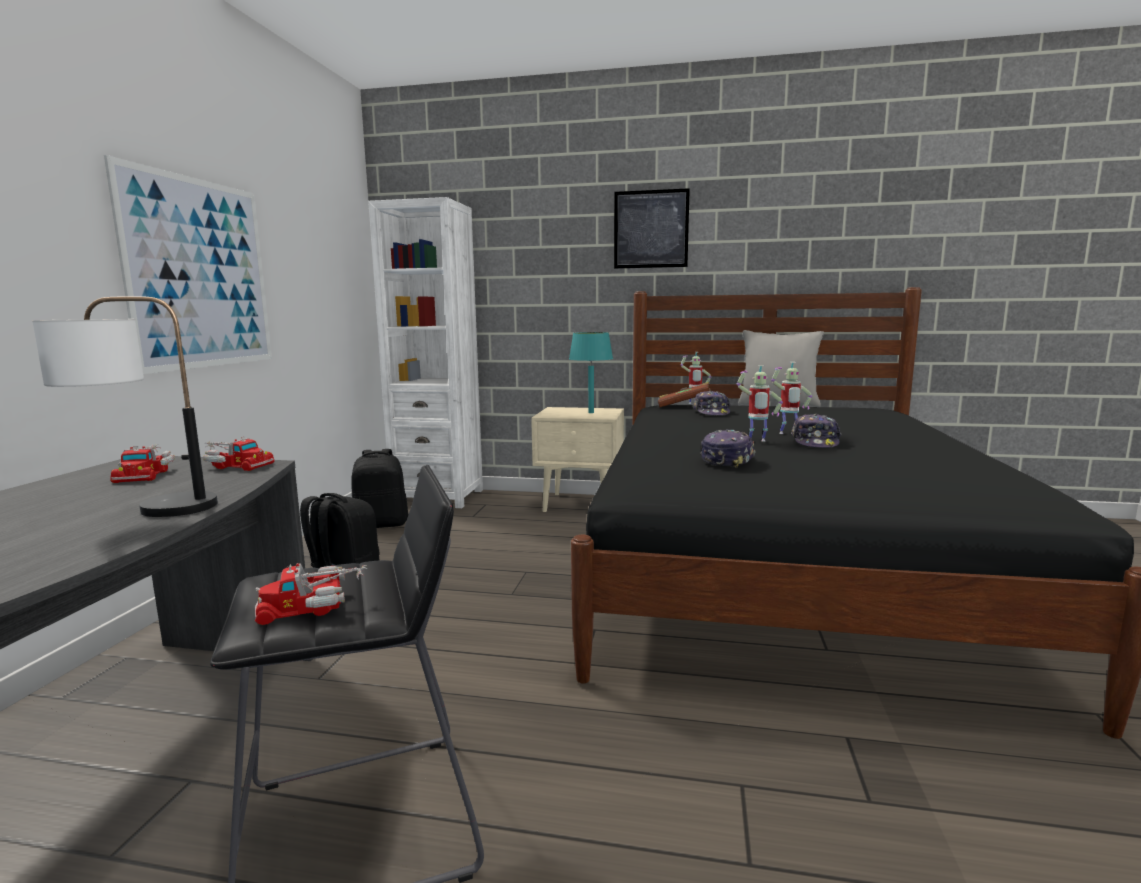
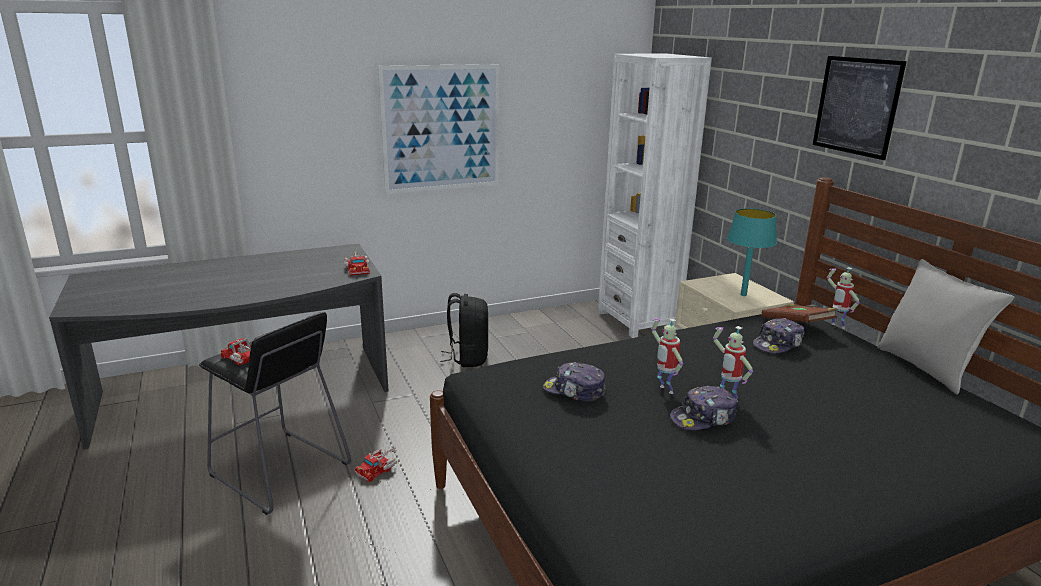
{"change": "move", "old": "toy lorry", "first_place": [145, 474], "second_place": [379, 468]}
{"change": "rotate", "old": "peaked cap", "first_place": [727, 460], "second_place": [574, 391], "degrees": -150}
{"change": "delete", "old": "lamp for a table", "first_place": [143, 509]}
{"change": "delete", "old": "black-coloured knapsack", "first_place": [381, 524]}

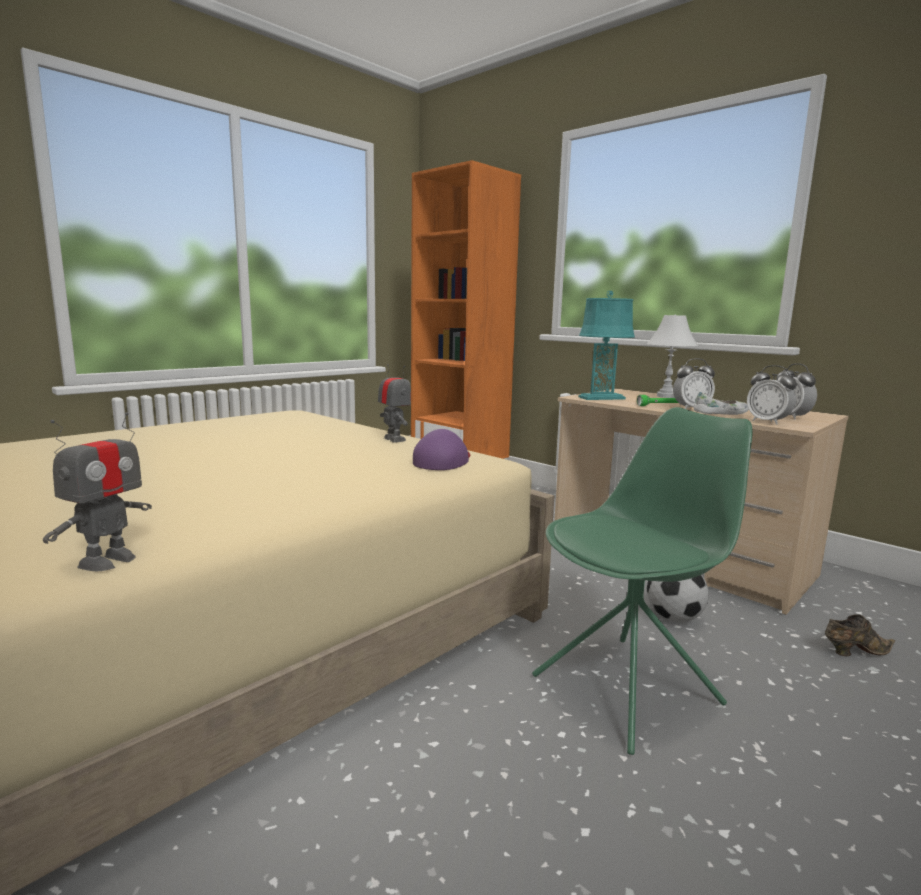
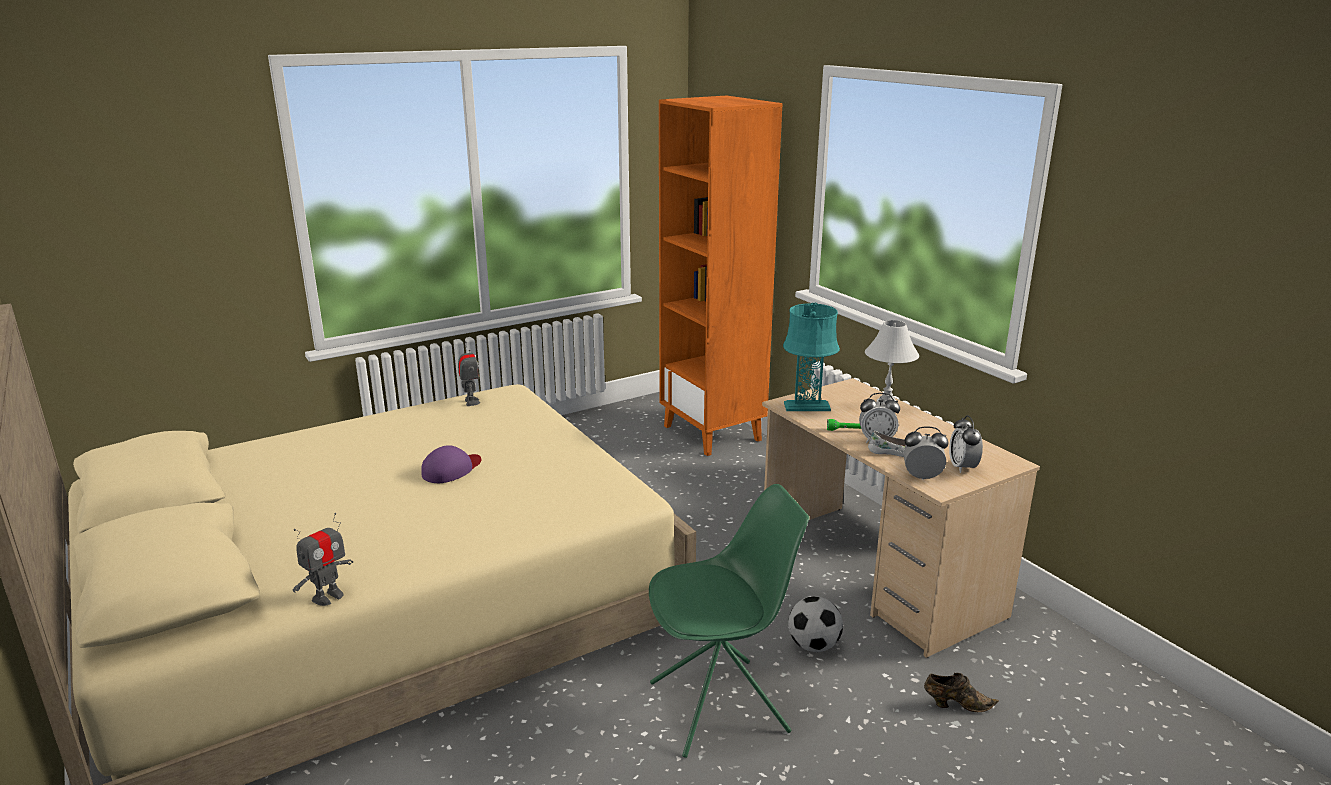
{"change": "move", "old": "purple peaked cap", "first_place": [443, 460], "second_place": [451, 469]}
{"change": "move", "old": "model robot", "first_place": [394, 439], "second_place": [471, 402]}
{"change": "rotate", "old": "bedside clock", "first_place": [767, 422], "second_place": [922, 477], "degrees": 120}

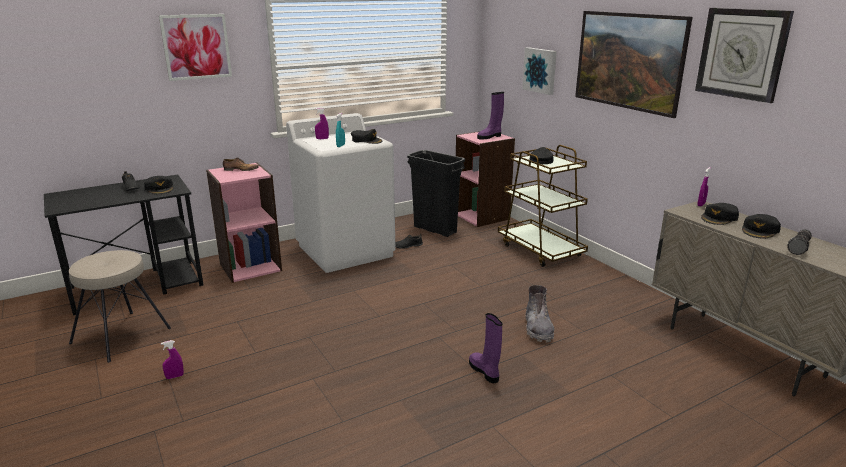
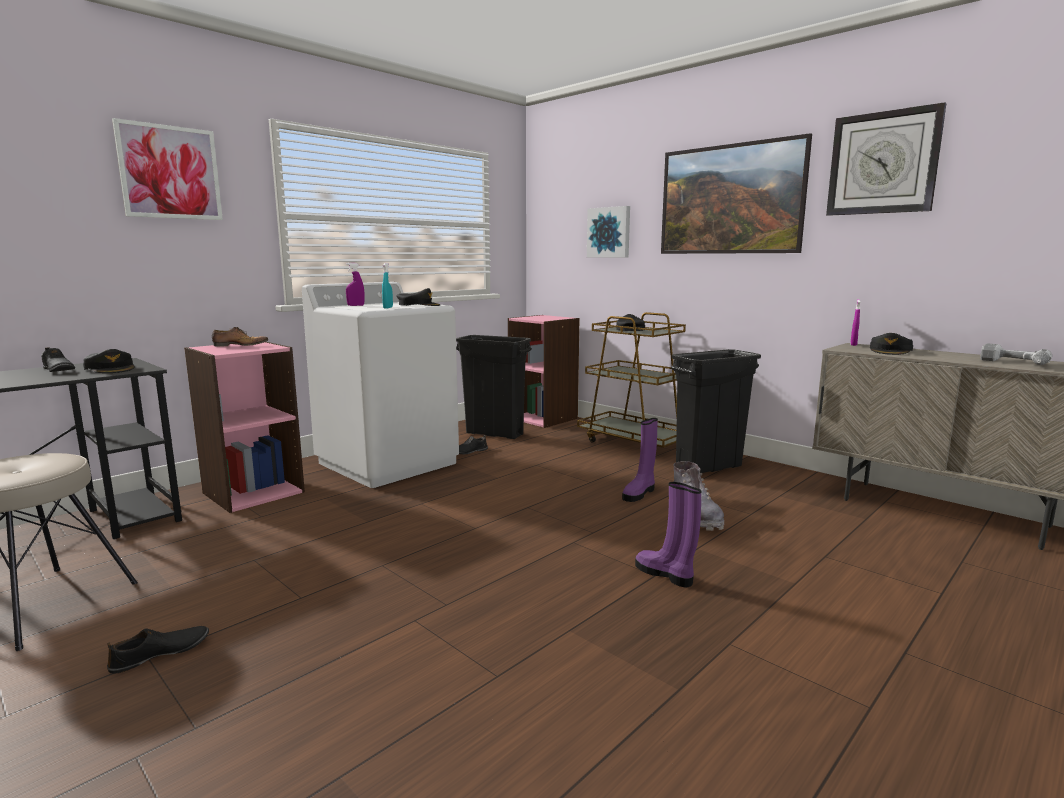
{"change": "replace", "old": "purple spray bottle", "new": "black-coloured item of footwear", "first_place": [175, 376], "second_place": [161, 654]}
{"change": "move", "old": "purple boot", "first_place": [490, 137], "second_place": [639, 493]}
{"change": "insert", "new": "black-coloured waste bin", "second_place": [708, 468]}
{"change": "replace", "old": "torch", "new": "power drill", "first_place": [800, 248], "second_place": [1013, 363]}
{"change": "delete", "old": "black-coloured peaked cap", "first_place": [760, 230]}

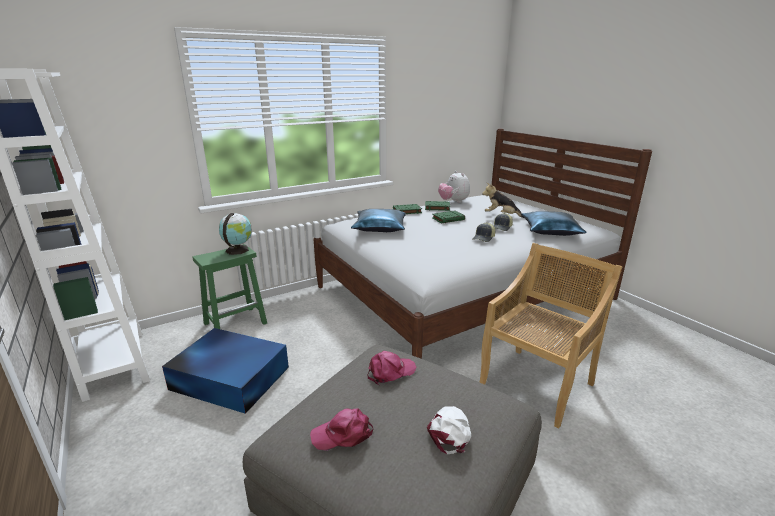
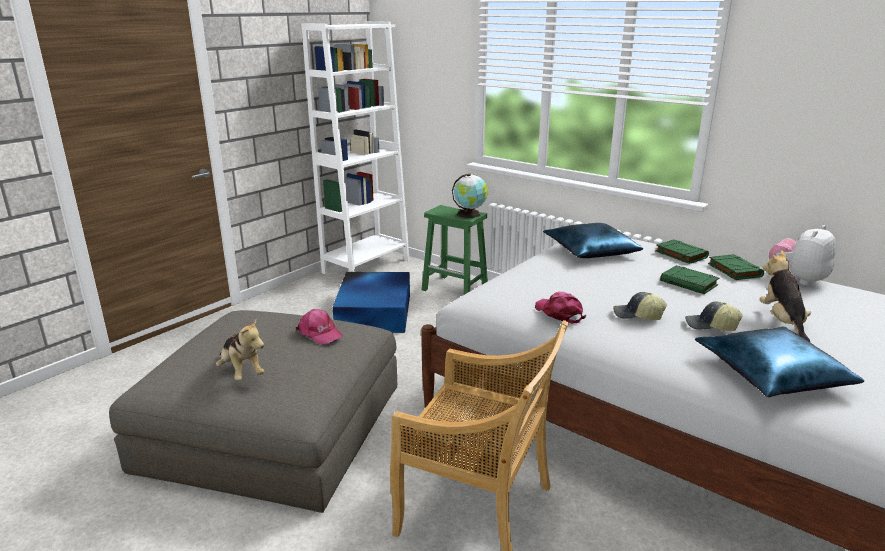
{"change": "replace", "old": "whitish peaked cap", "new": "cuddly toy", "first_place": [449, 431], "second_place": [241, 372]}
{"change": "move", "old": "pinkish peaked cap", "first_place": [343, 434], "second_place": [559, 313]}

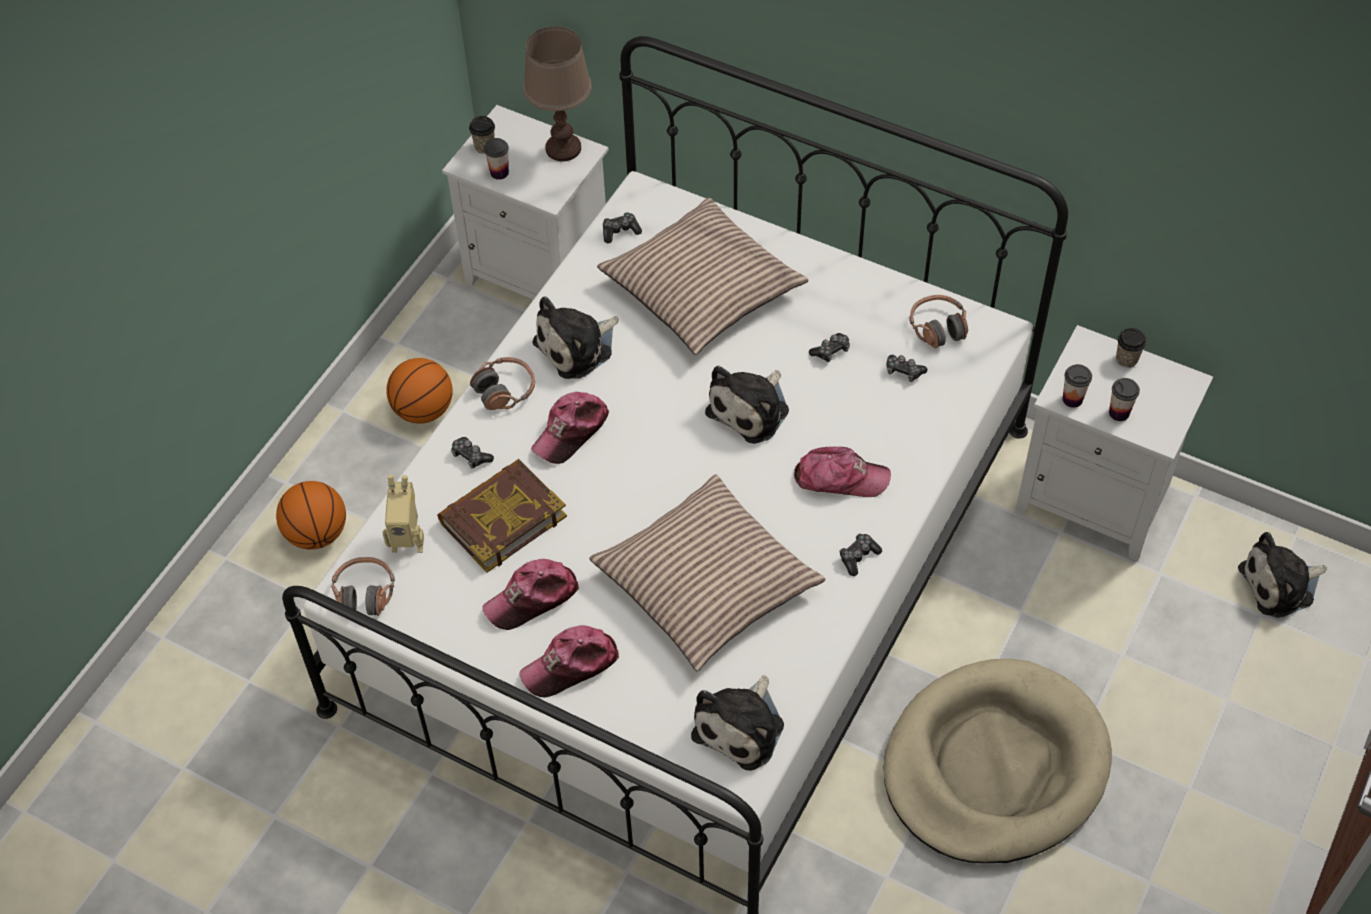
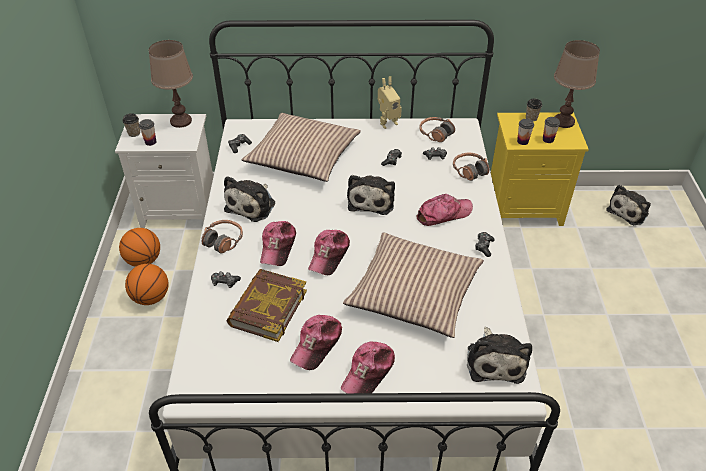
{"change": "move", "old": "basketball", "first_place": [317, 534], "second_place": [144, 260]}
{"change": "insert", "new": "peaked cap", "second_place": [329, 255]}
{"change": "move", "old": "model robot", "first_place": [408, 539], "second_place": [387, 122]}
{"change": "move", "old": "pair of headphones", "first_place": [364, 593], "second_place": [469, 171]}
{"change": "recolor", "old": "whitish nightstand", "new": "yellow-coloured nightstand", "first_place": [1097, 498], "second_place": [524, 207]}
{"change": "insert", "new": "brown-coloured lamp for a table", "second_place": [564, 121]}
{"change": "delete", "old": "beige-coloured dog cushion", "first_place": [994, 766]}

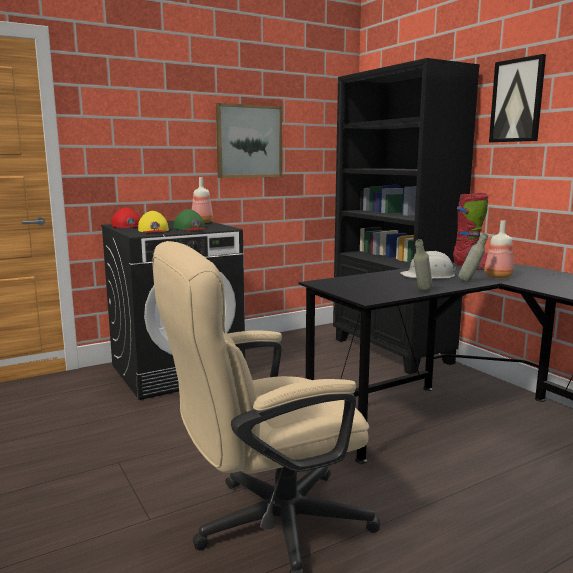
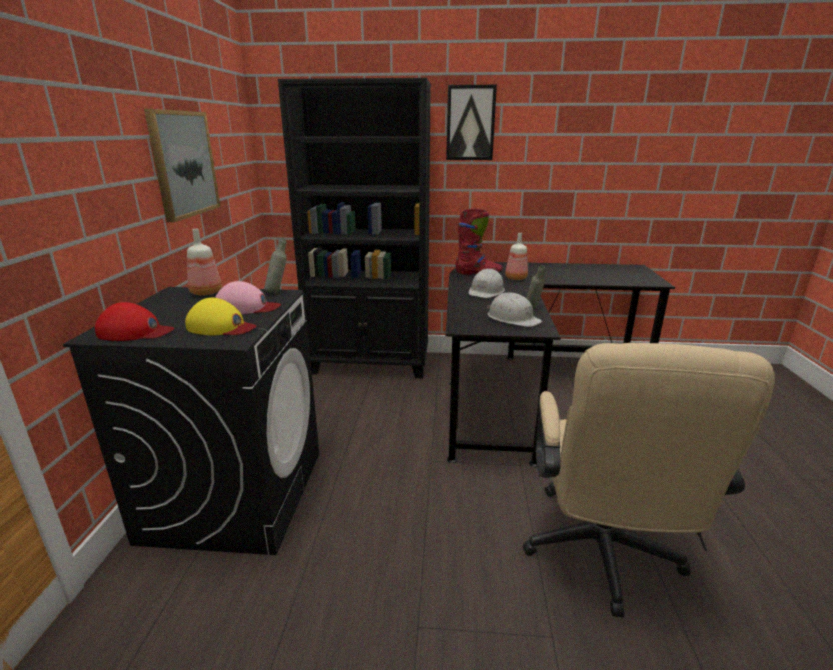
{"change": "recolor", "old": "greenish peaked cap", "new": "pinkish peaked cap", "first_place": [190, 228], "second_place": [247, 307]}
{"change": "move", "old": "grey drink bottle", "first_place": [471, 281], "second_place": [278, 291]}
{"change": "insert", "new": "whitish safety helmet", "second_place": [512, 318]}

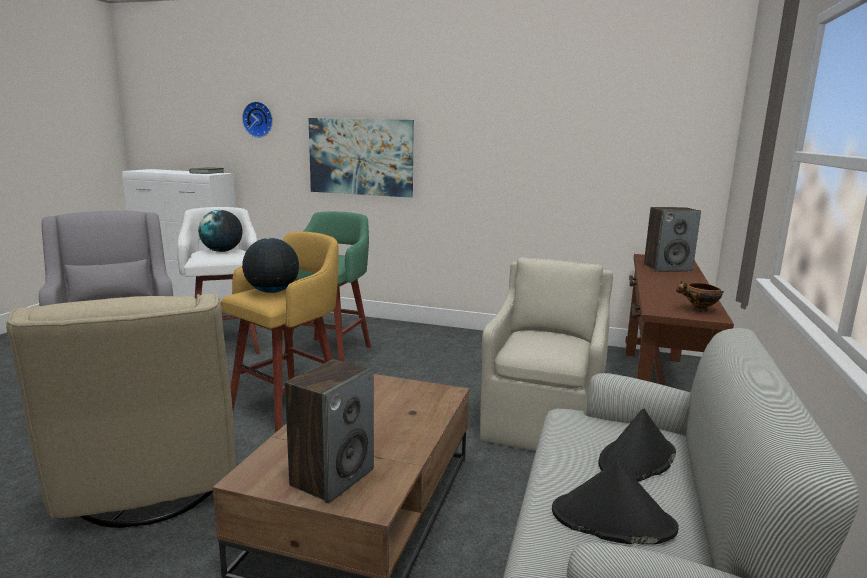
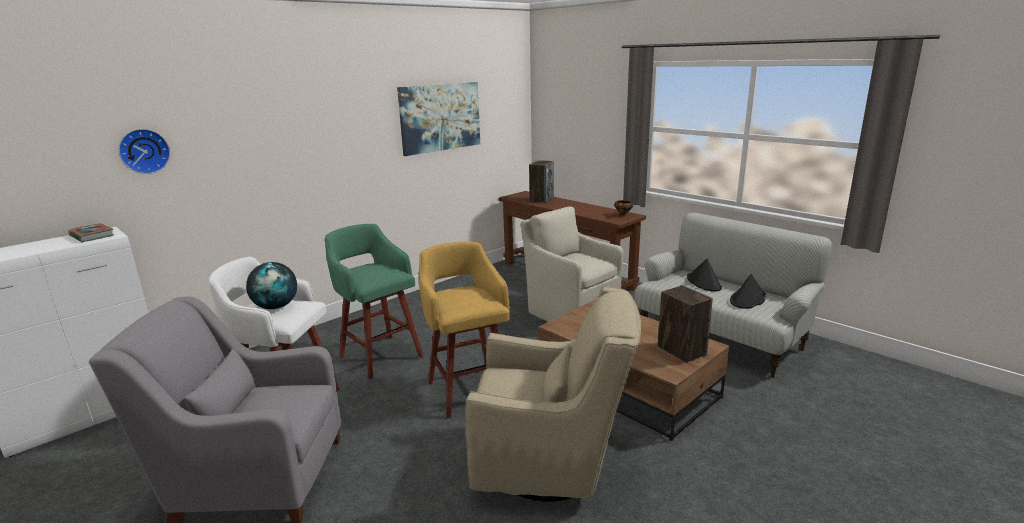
{"change": "move", "old": "picture", "first_place": [361, 157], "second_place": [440, 117]}
{"change": "delete", "old": "desk globe", "first_place": [272, 291]}

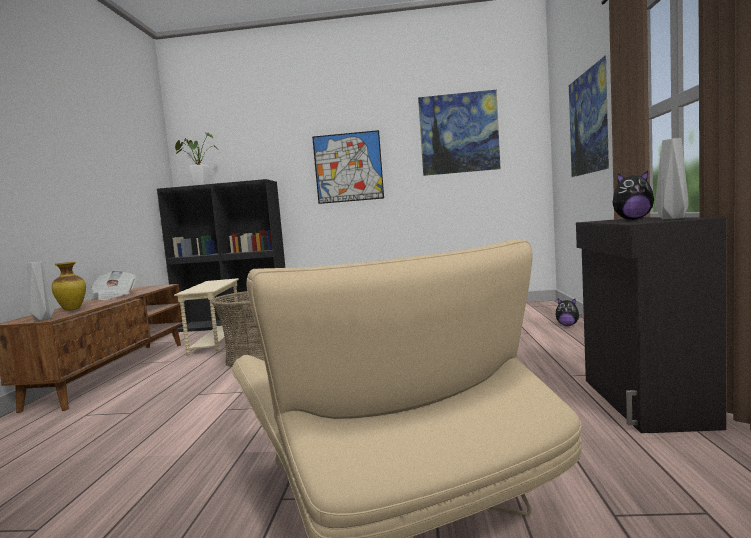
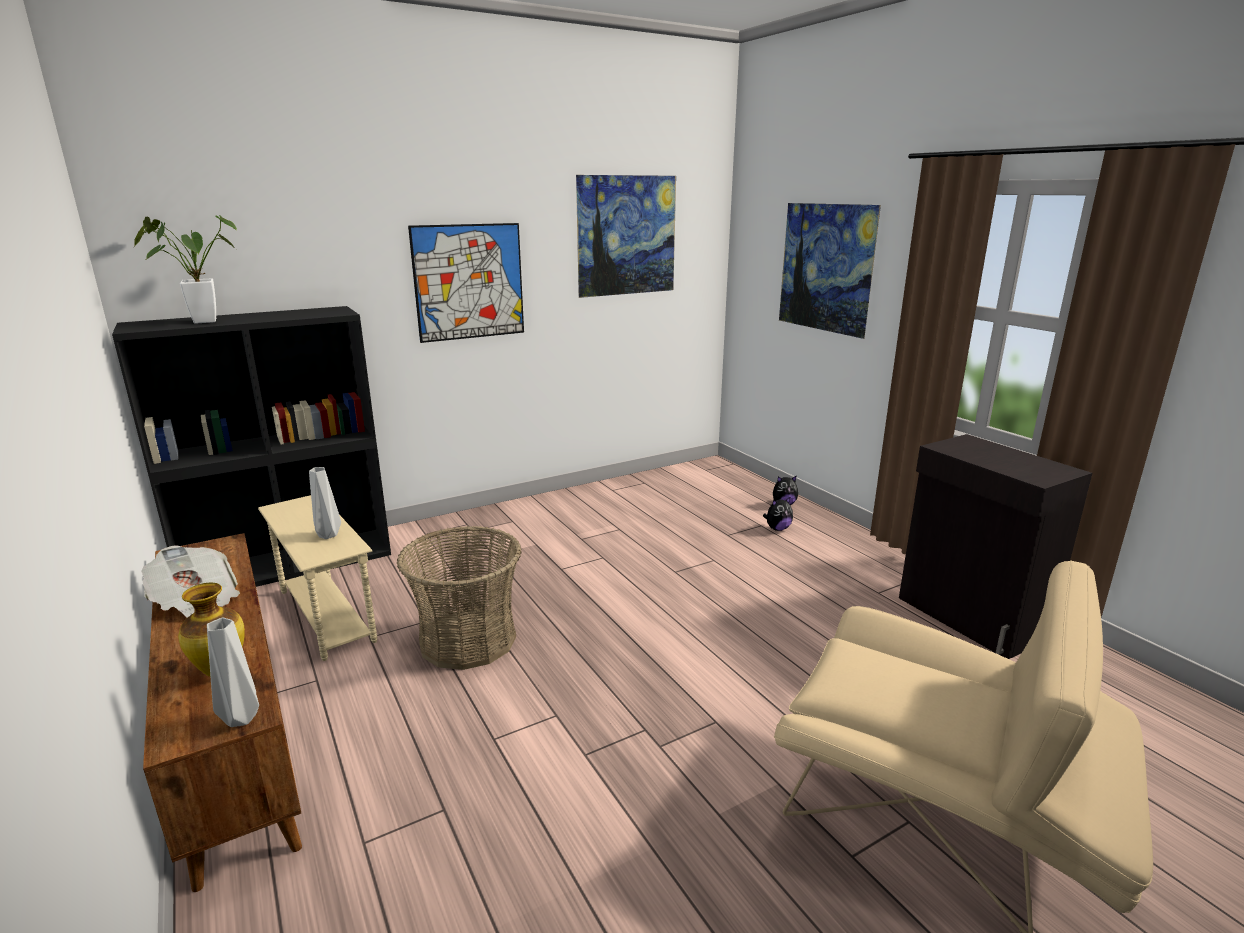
{"change": "move", "old": "grey vase", "first_place": [671, 218], "second_place": [327, 536]}
{"change": "move", "old": "cuddly toy", "first_place": [632, 219], "second_place": [777, 528]}

